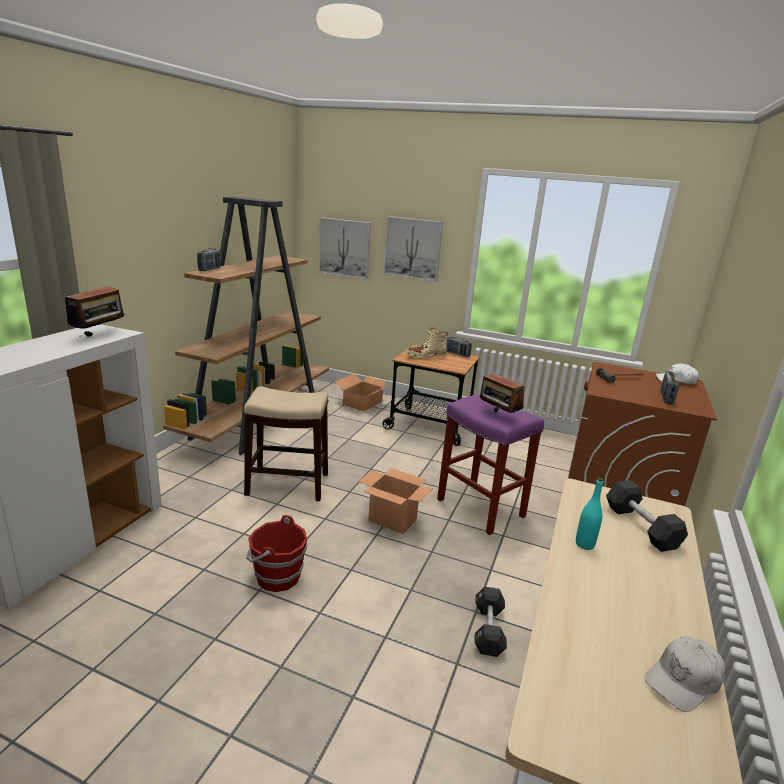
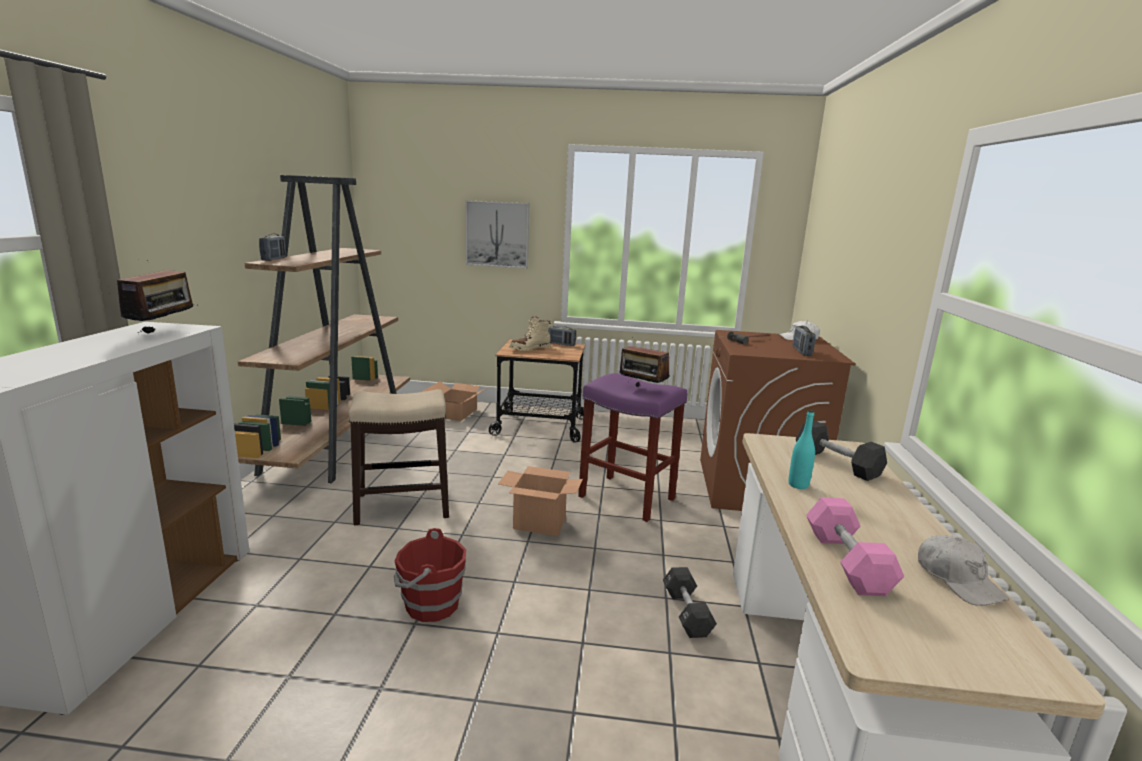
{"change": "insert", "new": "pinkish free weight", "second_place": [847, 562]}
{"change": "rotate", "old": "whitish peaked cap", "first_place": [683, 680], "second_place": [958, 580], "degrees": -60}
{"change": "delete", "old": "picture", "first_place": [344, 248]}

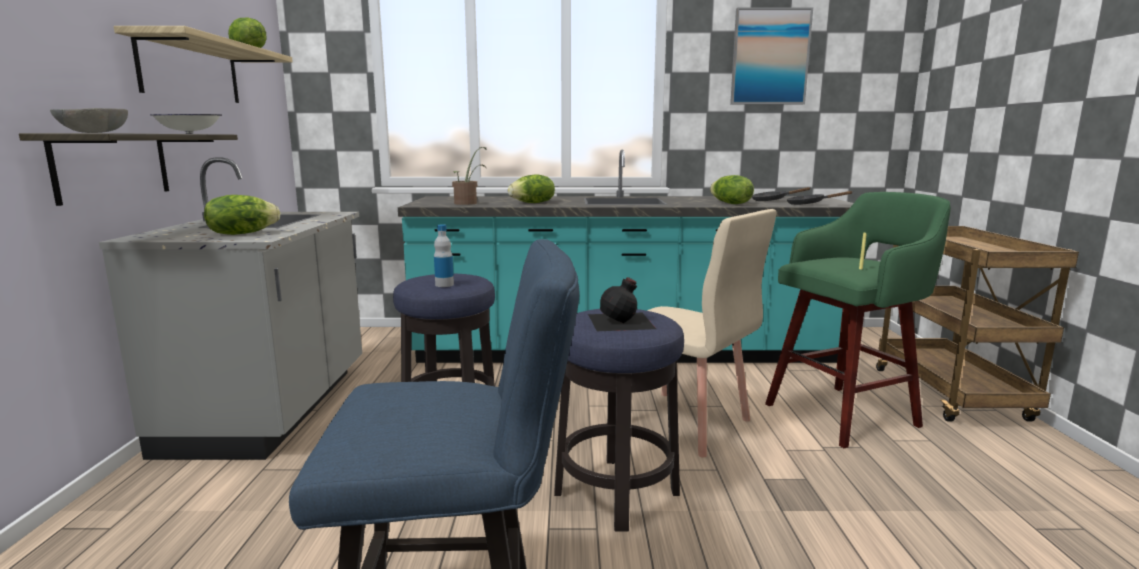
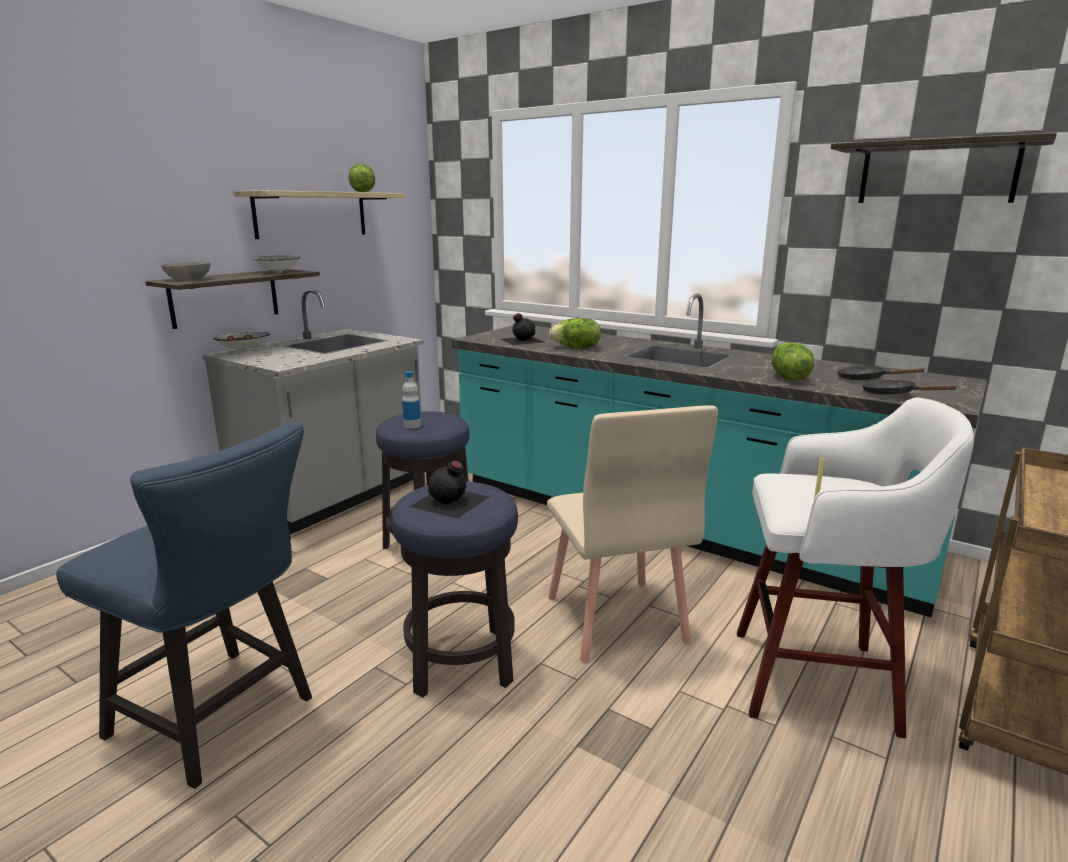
{"change": "insert", "new": "deep dish", "second_place": [244, 350]}
{"change": "replace", "old": "potted plant", "new": "black-coloured drink bottle", "first_place": [468, 203], "second_place": [521, 340]}
{"change": "recolor", "old": "greenish sitting stool", "new": "whitish sitting stool", "first_place": [844, 414], "second_place": [819, 681]}
{"change": "replace", "old": "picture", "new": "shelf", "first_place": [770, 57], "second_place": [937, 173]}
{"change": "delete", "old": "lettuce head", "first_place": [242, 234]}

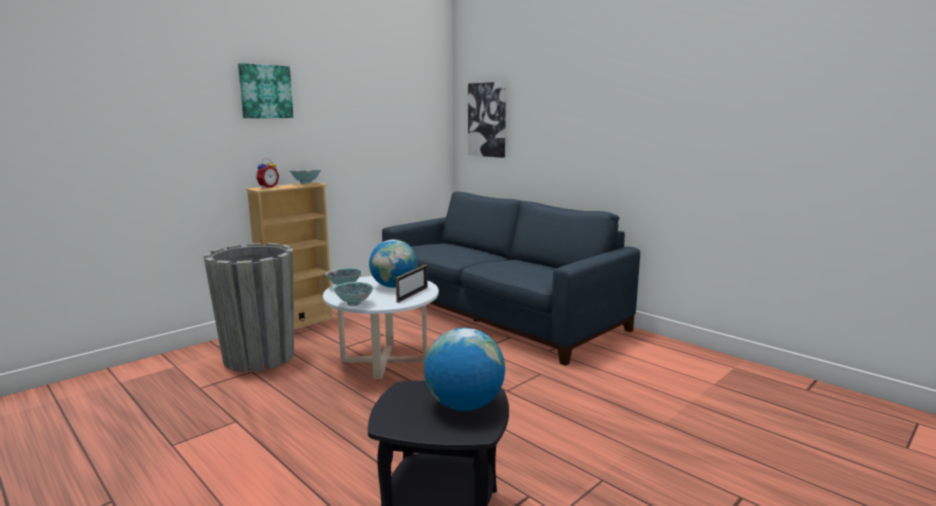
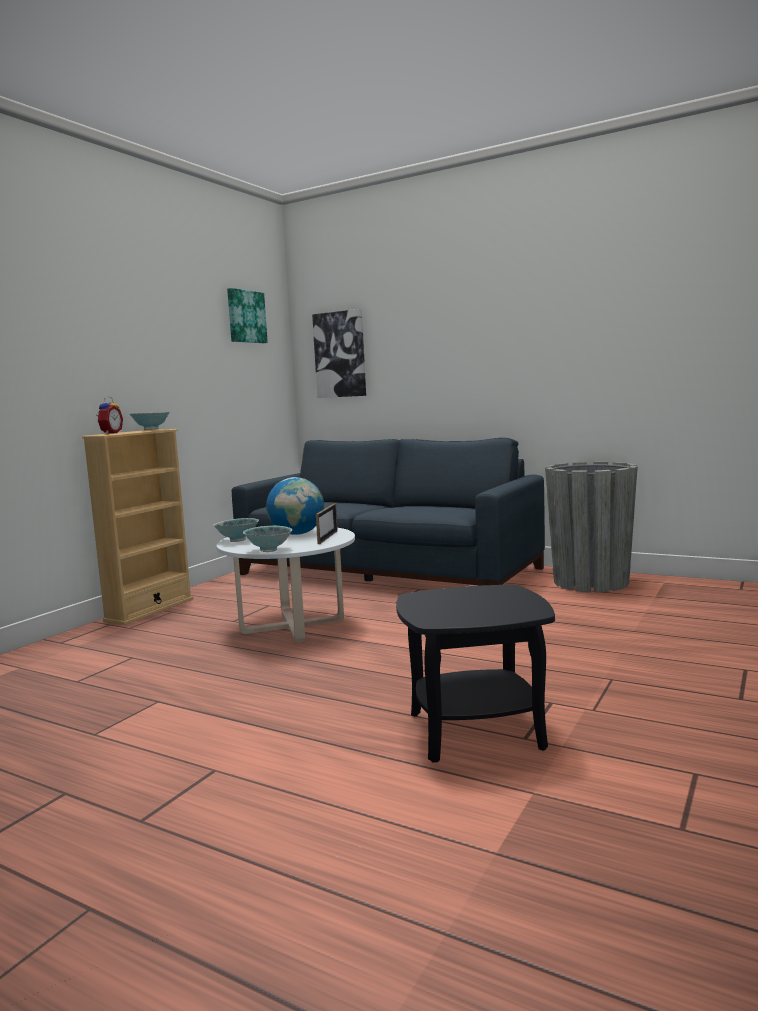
{"change": "move", "old": "picture", "first_place": [265, 91], "second_place": [245, 317]}
{"change": "move", "old": "grey planter", "first_place": [259, 357], "second_place": [590, 582]}
{"change": "delete", "old": "desk globe", "first_place": [464, 405]}

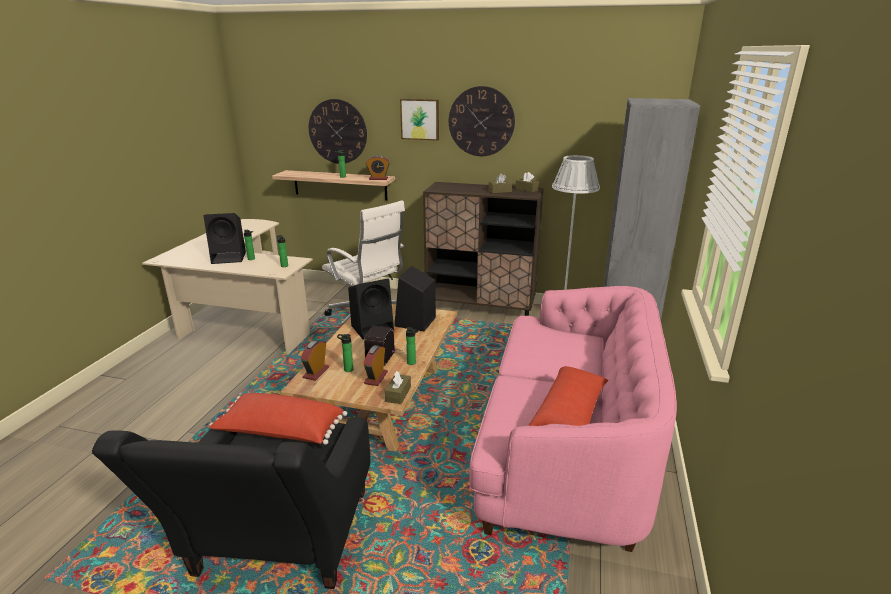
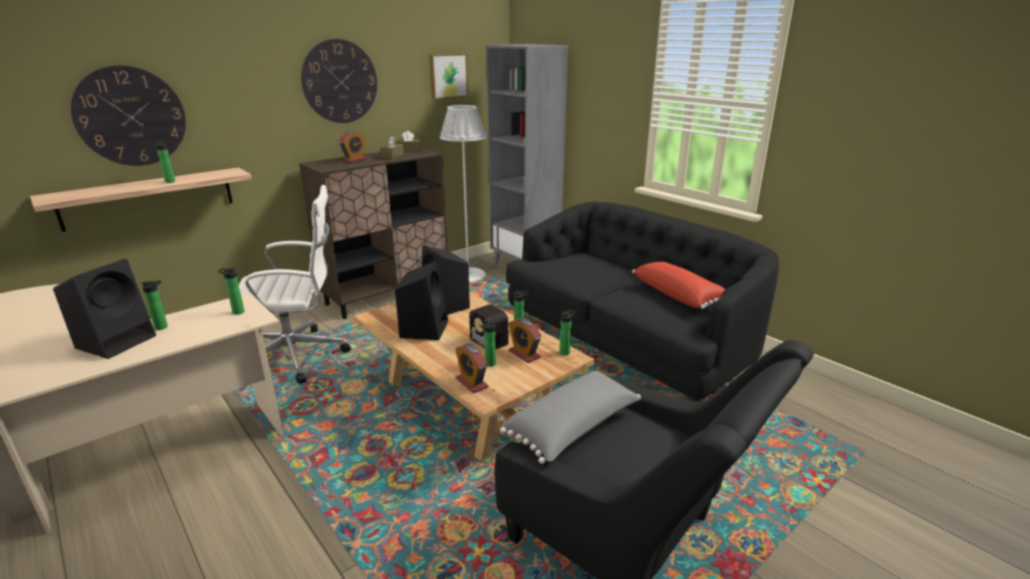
{"change": "move", "old": "bedside clock", "first_place": [378, 178], "second_place": [354, 160]}
{"change": "move", "old": "picture", "first_place": [420, 119], "second_place": [447, 76]}
{"change": "recolor", "old": "reddish cushion", "new": "grey cushion", "first_place": [280, 432], "second_place": [574, 429]}
{"change": "recolor", "old": "pinkish couch", "new": "black-coloured couch", "first_place": [565, 447], "second_place": [627, 343]}
{"change": "replace", "old": "brown-coloured tissue box", "new": "drink bottle", "first_place": [398, 394], "second_place": [566, 352]}

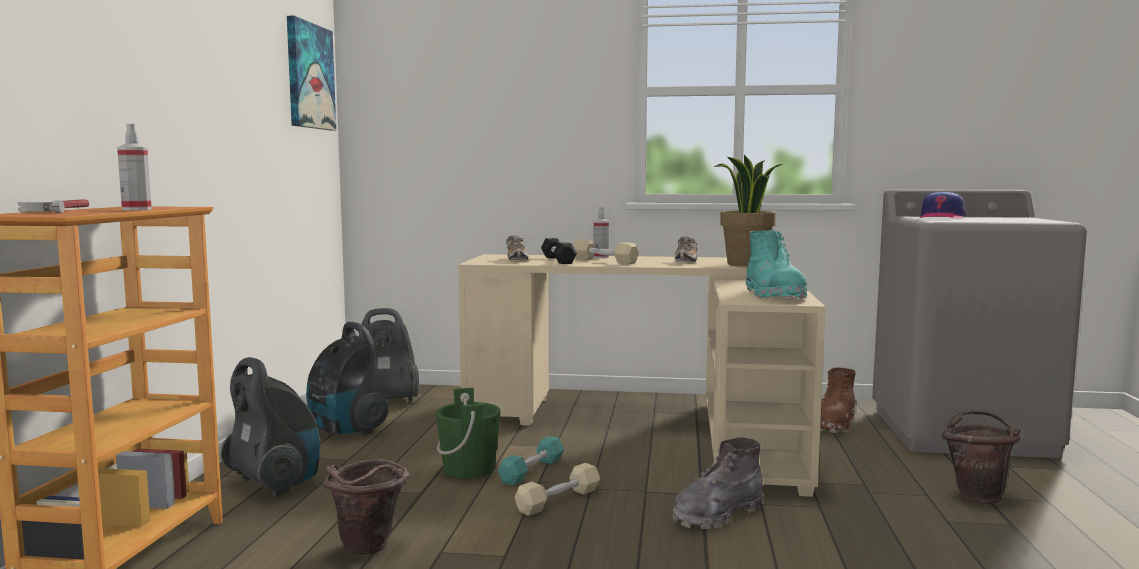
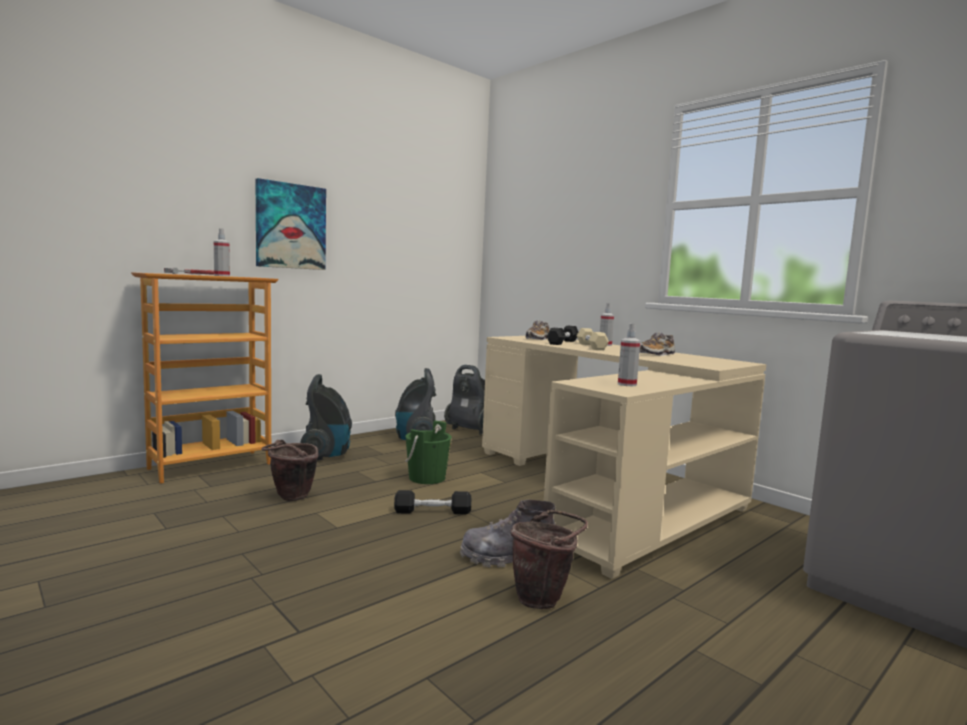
{"change": "move", "old": "picture", "first_place": [309, 76], "second_place": [290, 226]}
{"change": "recolor", "old": "beige-coloured free weight", "new": "black-coloured free weight", "first_place": [558, 500], "second_place": [432, 511]}
{"change": "move", "old": "brown-coloured water bucket", "first_place": [977, 496], "second_place": [543, 599]}
{"change": "replace", "old": "blue-green boot", "new": "spray bottle", "first_place": [773, 295], "second_place": [627, 384]}
{"change": "delete", "old": "blue-green free weight", "first_place": [532, 471]}
{"change": "delete", "old": "potted plant", "first_place": [746, 264]}
{"change": "delete", "old": "brown-coloured boot", "first_place": [834, 424]}
{"change": "delete", "old": "peaked cap", "first_place": [941, 218]}

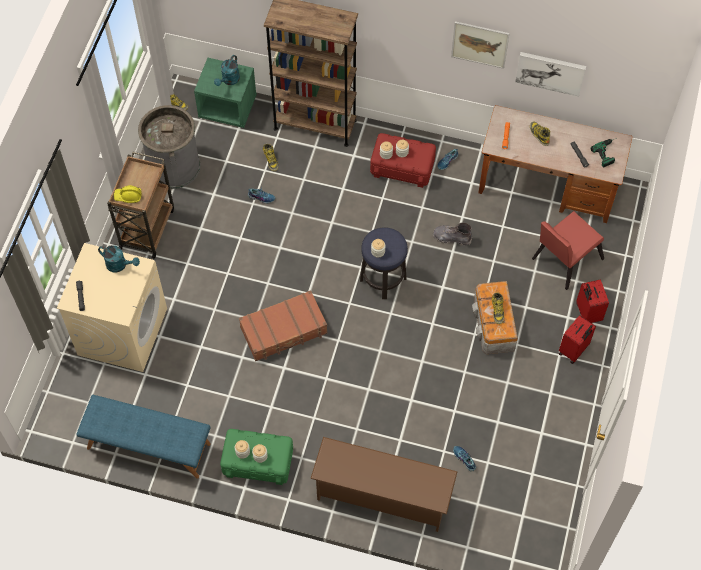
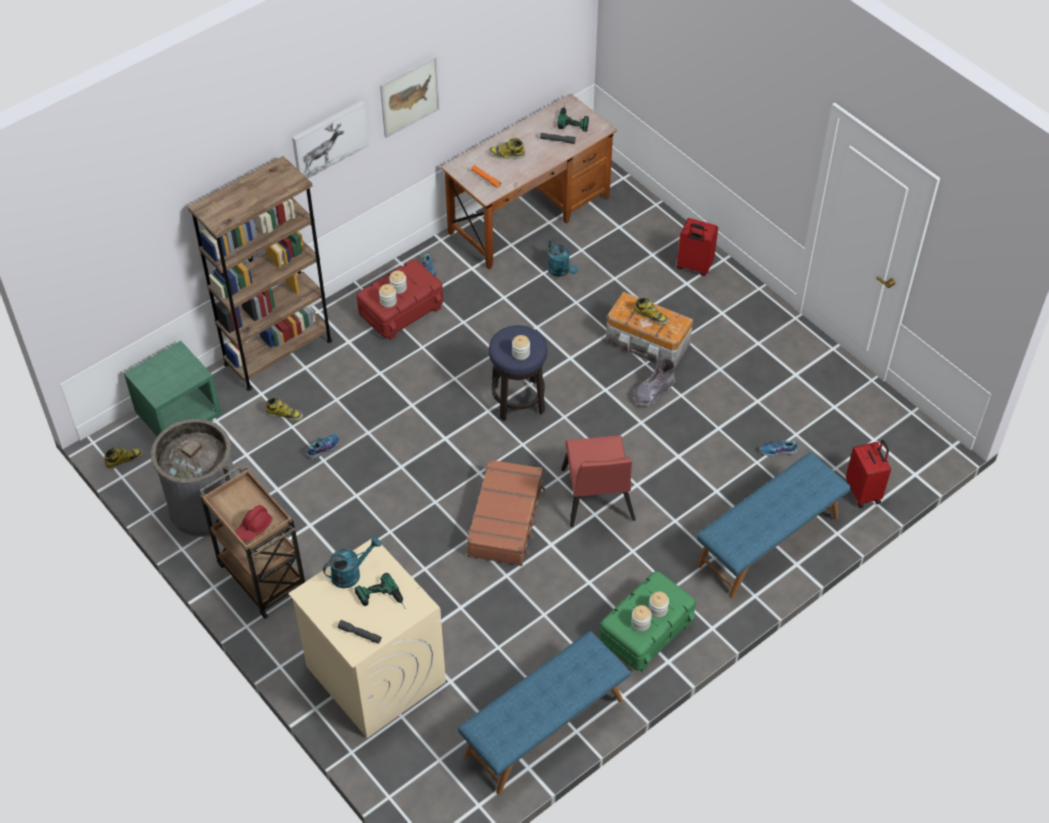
{"change": "recolor", "old": "yellow-coloured safety helmet", "new": "reddish safety helmet", "first_place": [128, 196], "second_place": [254, 527]}
{"change": "move", "old": "picture", "first_place": [550, 72], "second_place": [329, 139]}
{"change": "insert", "new": "power drill", "second_place": [382, 600]}
{"change": "move", "old": "blue-green watering pot", "first_place": [229, 80], "second_place": [561, 271]}
{"change": "move", "old": "reddish plain chair", "first_place": [563, 260], "second_place": [597, 500]}
{"change": "move", "old": "grey boot", "first_place": [451, 238], "second_place": [653, 392]}
{"change": "replace", "old": "brown-coloured shoe shelf", "new": "blue-coloured bench", "first_place": [382, 496], "second_place": [768, 542]}
{"change": "move", "old": "reddish piece of luggage", "first_place": [574, 350], "second_place": [864, 492]}

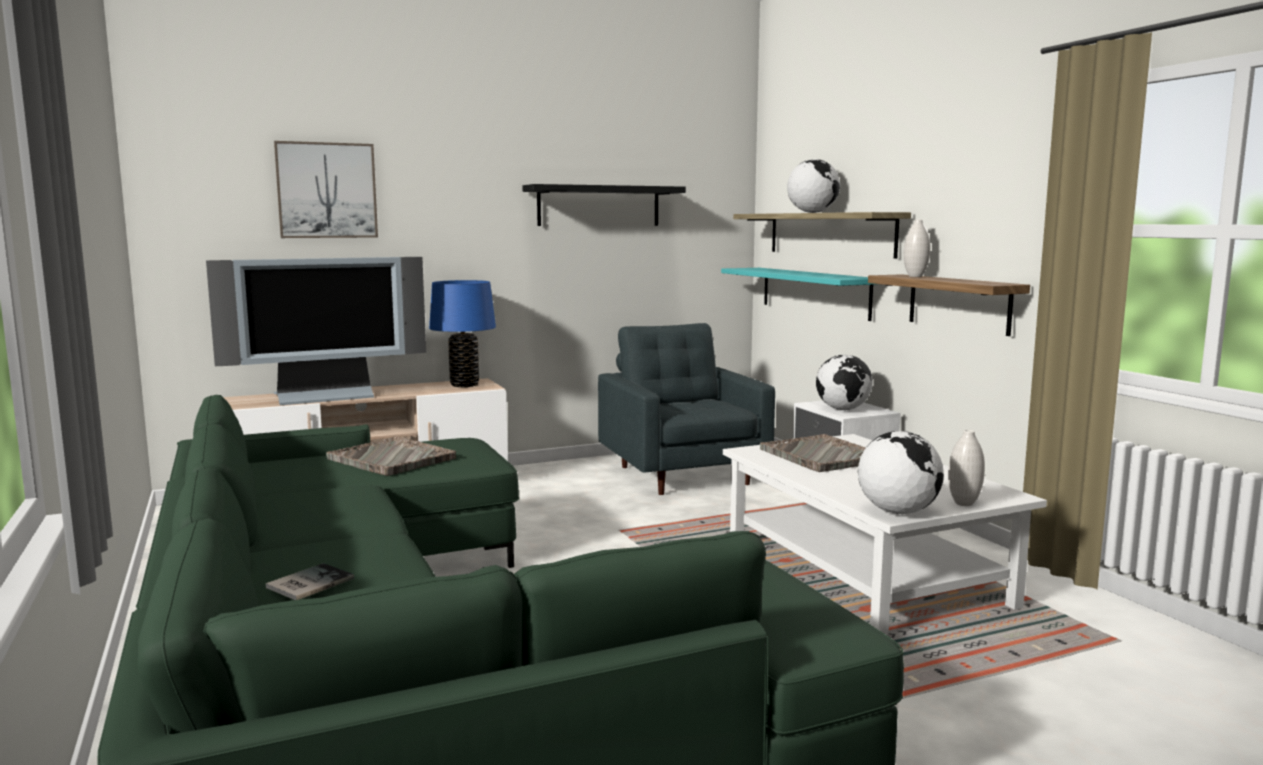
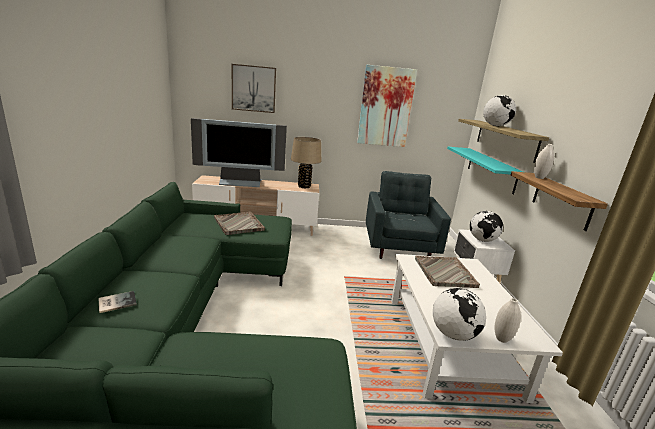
{"change": "recolor", "old": "blue-coloured lamp for a table", "new": "beige-coloured lamp for a table", "first_place": [464, 385], "second_place": [304, 186]}
{"change": "replace", "old": "black-coloured shelf", "new": "picture", "first_place": [599, 206], "second_place": [385, 107]}

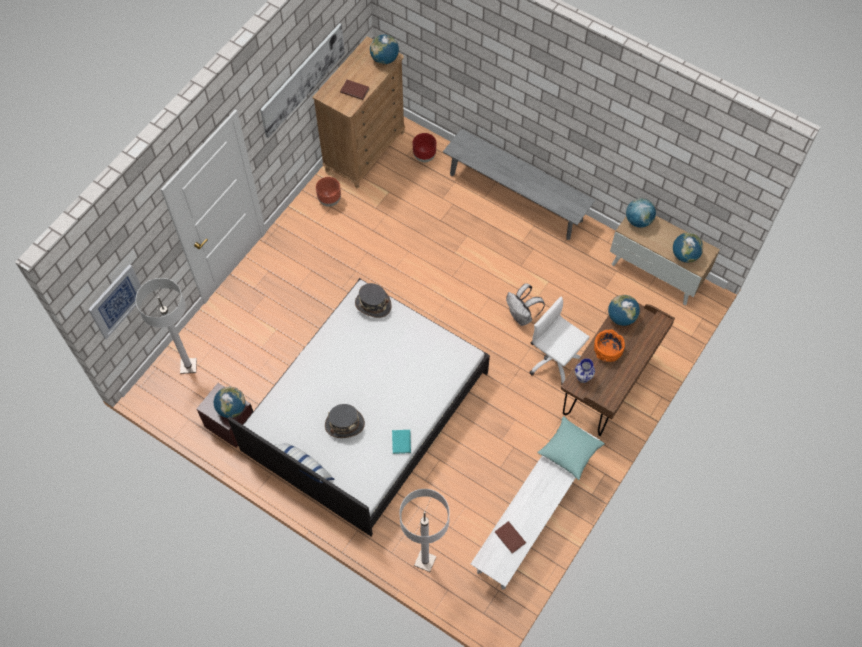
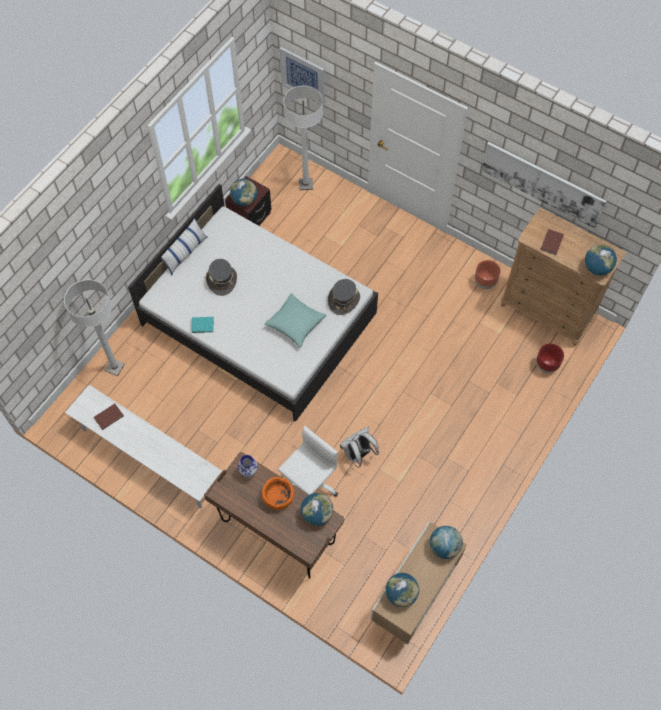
{"change": "move", "old": "blue-green cushion", "first_place": [570, 451], "second_place": [295, 323]}
{"change": "delete", "old": "grey bench", "first_place": [515, 197]}

